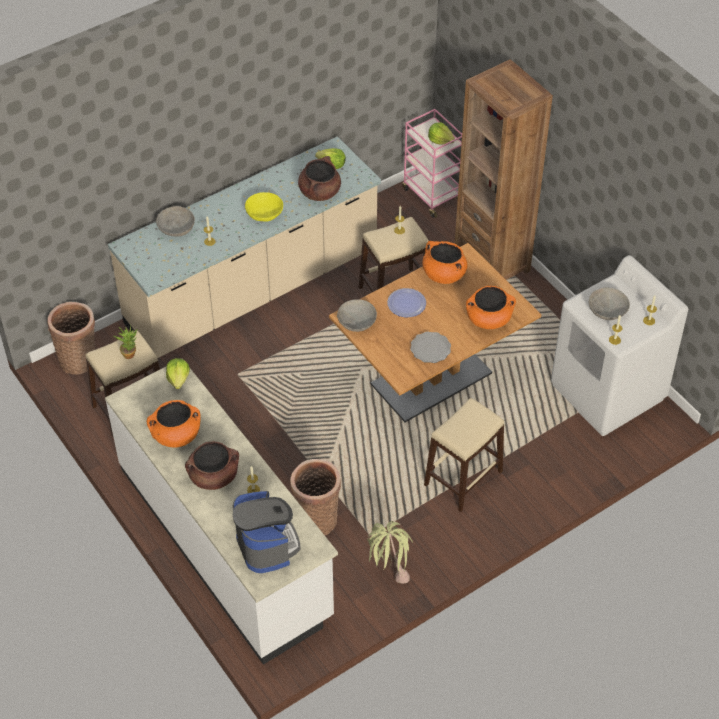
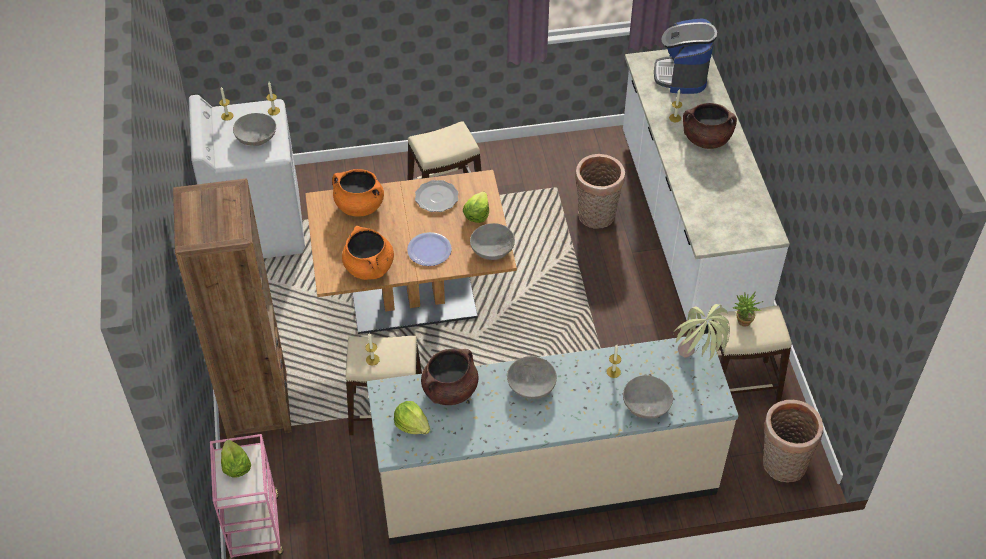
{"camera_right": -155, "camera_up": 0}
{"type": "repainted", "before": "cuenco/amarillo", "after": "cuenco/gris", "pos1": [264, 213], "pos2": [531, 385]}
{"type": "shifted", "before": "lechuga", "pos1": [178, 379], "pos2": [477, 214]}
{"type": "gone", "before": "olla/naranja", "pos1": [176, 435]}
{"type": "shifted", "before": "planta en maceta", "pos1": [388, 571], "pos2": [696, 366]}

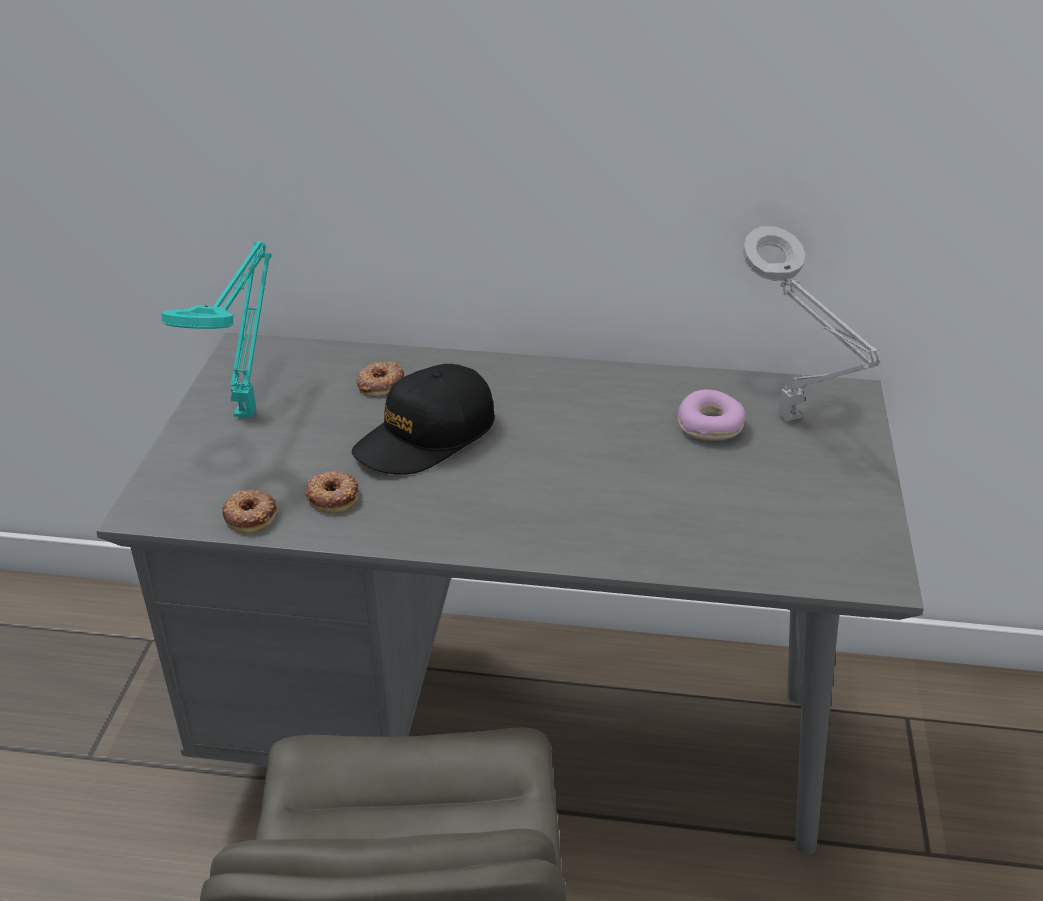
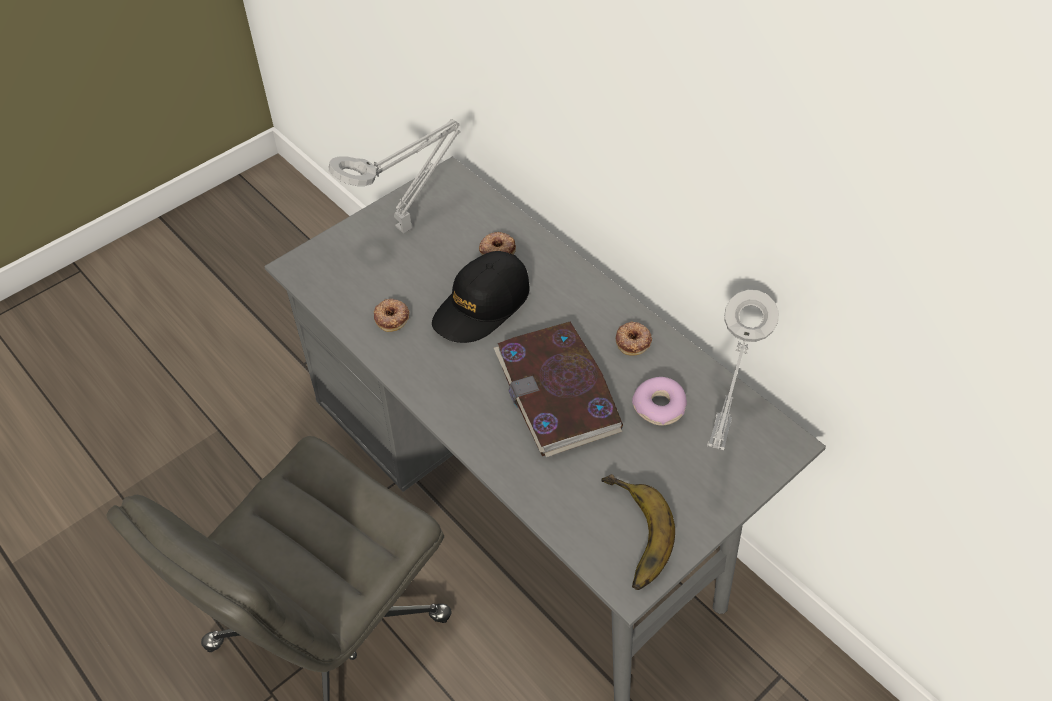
{"camera_right": 40, "camera_up": 15}
{"type": "repainted", "before": "lámpara de mesa/turquesa", "after": "lámpara de mesa/gris", "pos1": [247, 411], "pos2": [407, 226]}
{"type": "rotated", "before": "gorra/negro", "pos1": [426, 437], "pos2": [482, 306], "turn": -45}
{"type": "shifted", "before": "rosquilla", "pos1": [250, 515], "pos2": [633, 341]}
{"type": "new", "after": "libro", "pos2": [558, 392]}
{"type": "new", "after": "plátano", "pos2": [628, 535]}

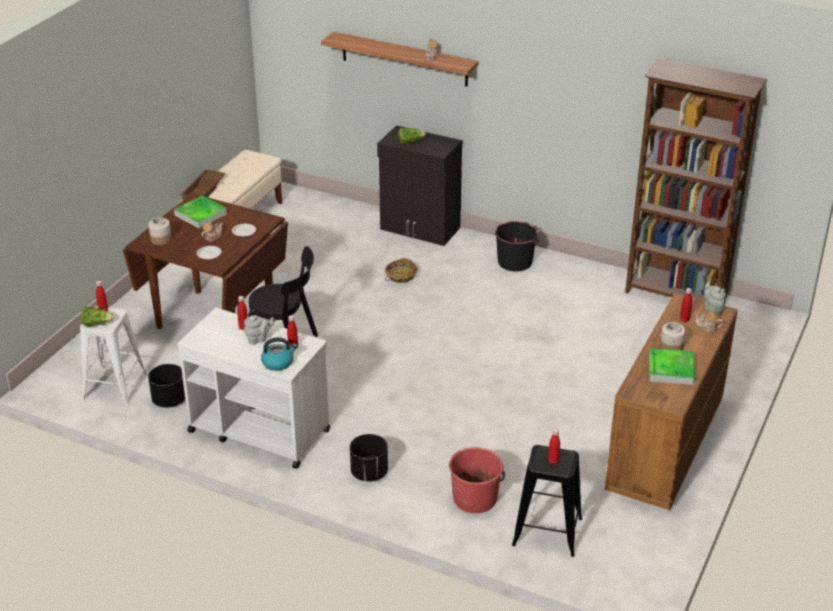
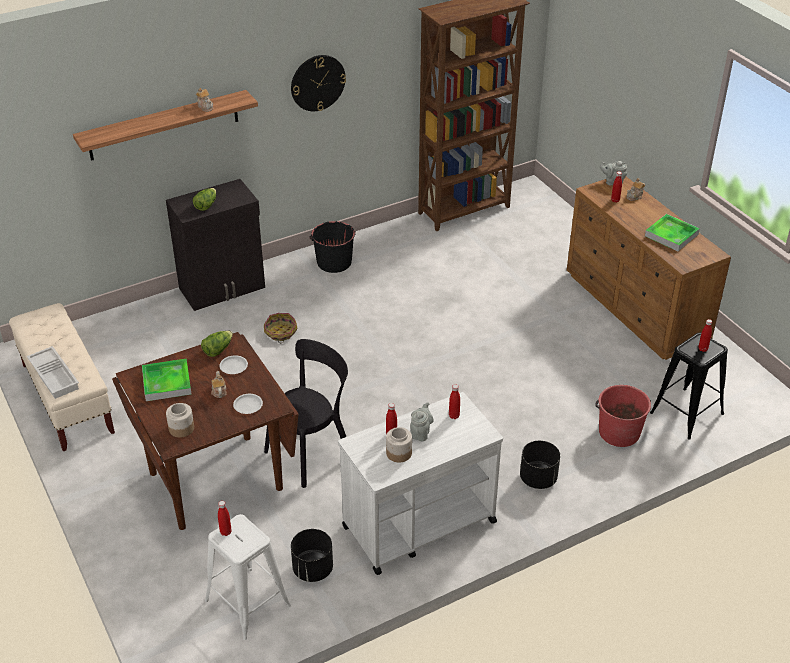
{"camera_right": -55, "camera_up": 5}
{"type": "repainted", "before": "bandeja/marrón", "after": "bandeja/blanco", "pos1": [204, 190], "pos2": [55, 376]}
{"type": "shifted", "before": "lechuga", "pos1": [97, 324], "pos2": [218, 349]}
{"type": "shifted", "before": "tarro", "pos1": [671, 347], "pos2": [399, 453]}
{"type": "gone", "before": "hervidor", "pos1": [278, 362]}
{"type": "new", "after": "reloj de pared", "pos2": [317, 83]}

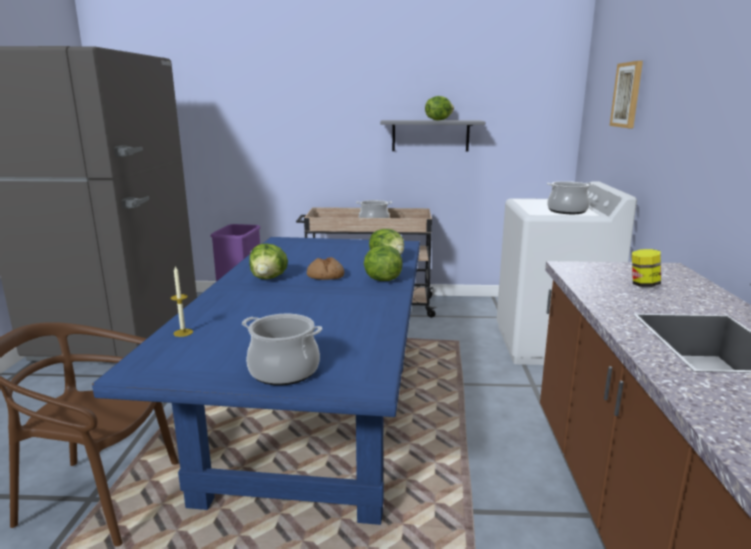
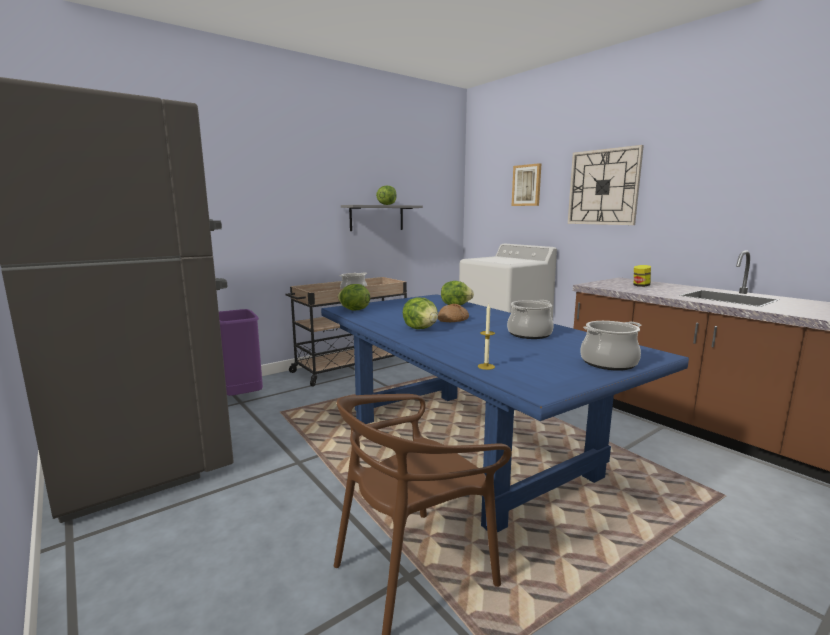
{"camera_right": -40, "camera_up": -5}
{"type": "shifted", "before": "olla", "pos1": [567, 211], "pos2": [529, 334]}
{"type": "shifted", "before": "lechuga", "pos1": [382, 280], "pos2": [354, 310]}
{"type": "new", "after": "reloj de pared", "pos2": [603, 187]}

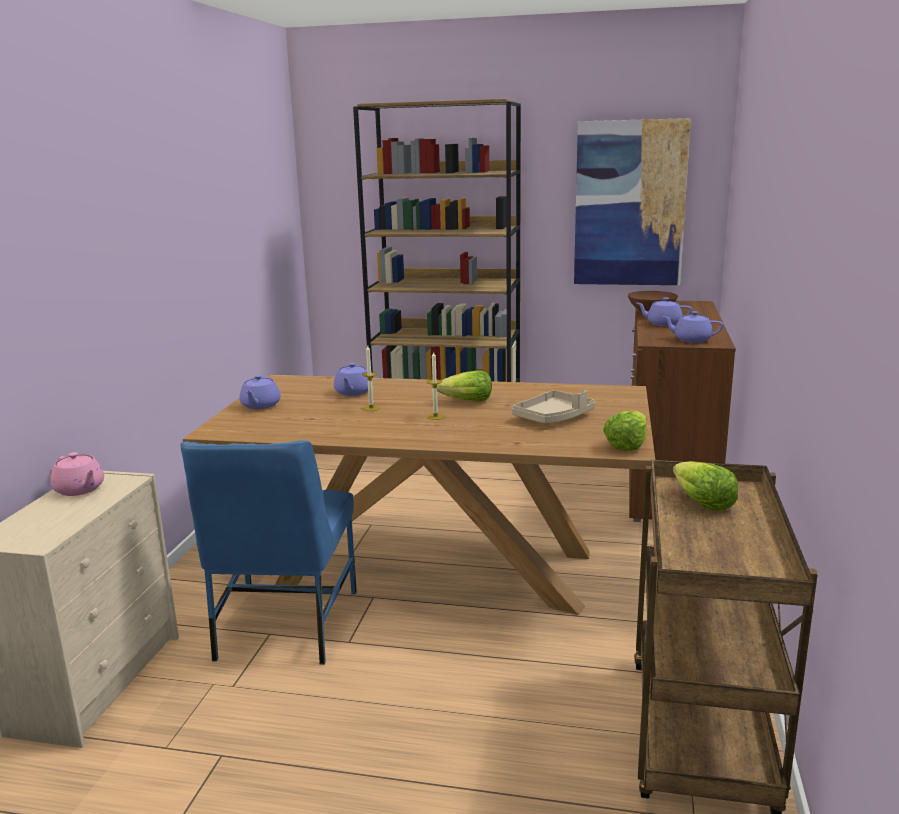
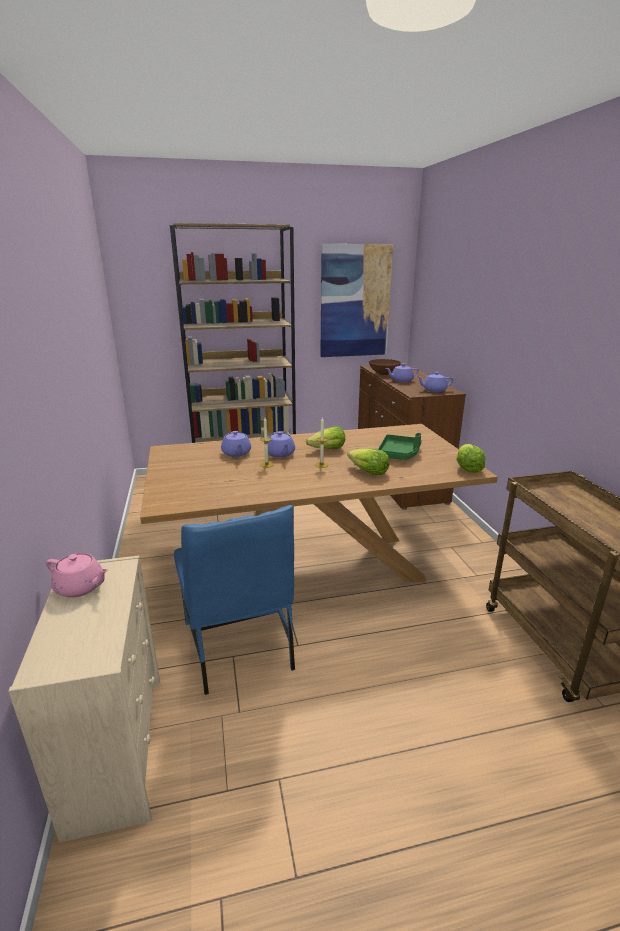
{"camera_right": -25, "camera_up": 5}
{"type": "shifted", "before": "tetera/morado", "pos1": [260, 406], "pos2": [280, 454]}
{"type": "repainted", "before": "bandeja/beis", "after": "bandeja/verde", "pos1": [554, 417], "pos2": [399, 454]}
{"type": "shifted", "before": "lechuga", "pos1": [701, 502], "pos2": [368, 472]}

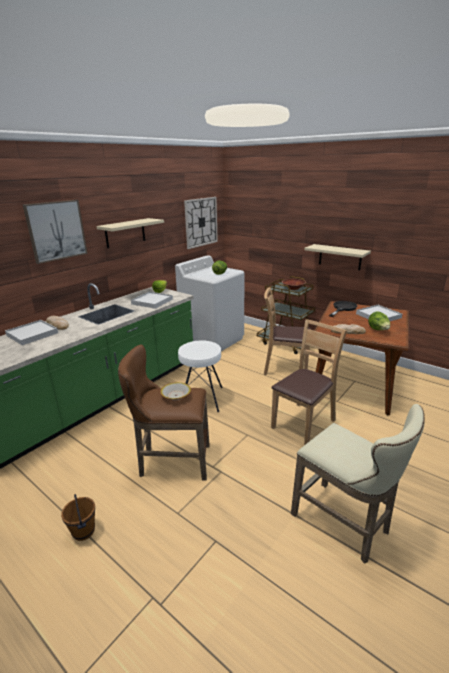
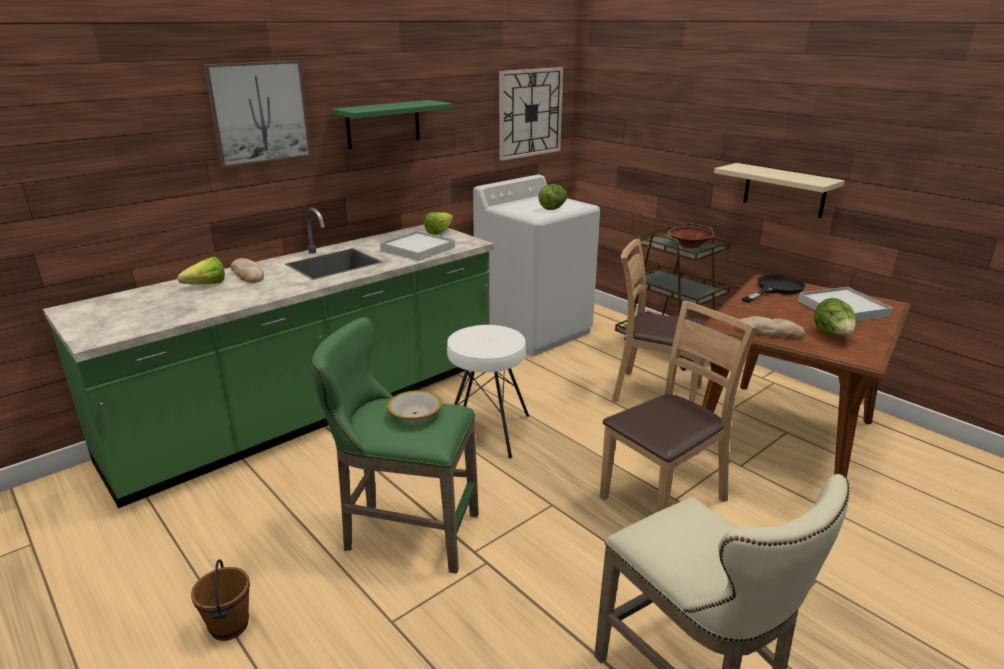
{"camera_right": 10, "camera_up": 0}
{"type": "repainted", "before": "estante/beis", "after": "estante/verde", "pos1": [125, 233], "pos2": [383, 124]}
{"type": "swapped", "before": "bandeja/blanco", "after": "lechuga", "pos1": [32, 334], "pos2": [202, 286]}
{"type": "repainted", "before": "taburete/marrón", "after": "taburete/verde", "pos1": [171, 461], "pos2": [404, 533]}

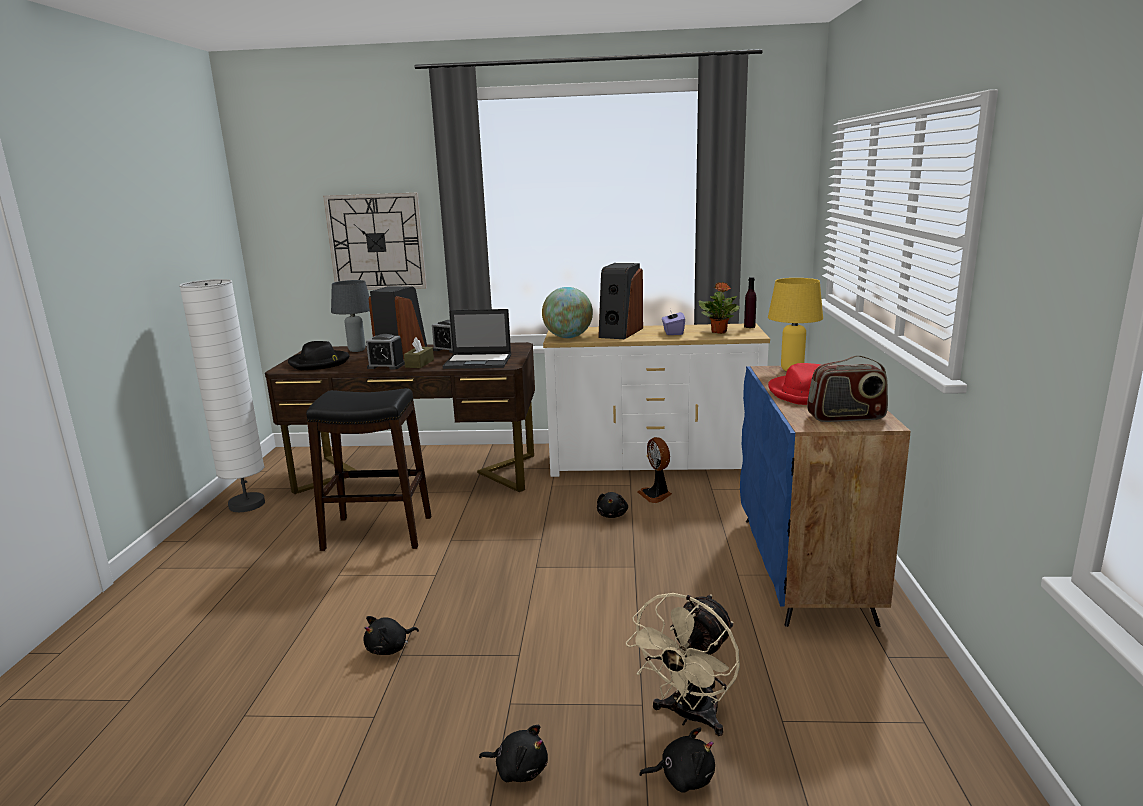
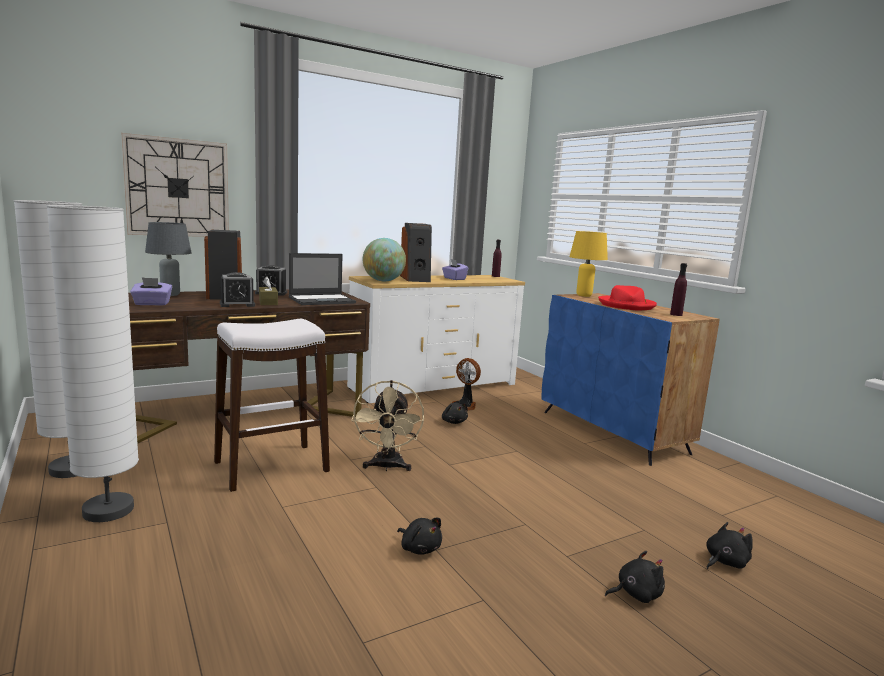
{"camera_right": -35, "camera_up": -5}
{"type": "gone", "before": "planta en maceta", "pos1": [719, 332]}
{"type": "swapped", "before": "sombrero/negro", "after": "caja de pañuelos/morado", "pos1": [319, 363], "pos2": [152, 304]}
{"type": "swapped", "before": "radio", "after": "botella/morado", "pos1": [846, 417], "pos2": [676, 314]}
{"type": "repainted", "before": "taburete/negro", "after": "taburete/blanco", "pos1": [377, 533], "pos2": [271, 467]}
{"type": "shifted", "before": "ventilador/beis", "pos1": [689, 716], "pos2": [387, 467]}
{"type": "rotated", "before": "peluche/negro", "pos1": [389, 648], "pos2": [419, 548], "turn": -60}
{"type": "new", "after": "lámpara de pie/blanco", "pos2": [108, 510]}

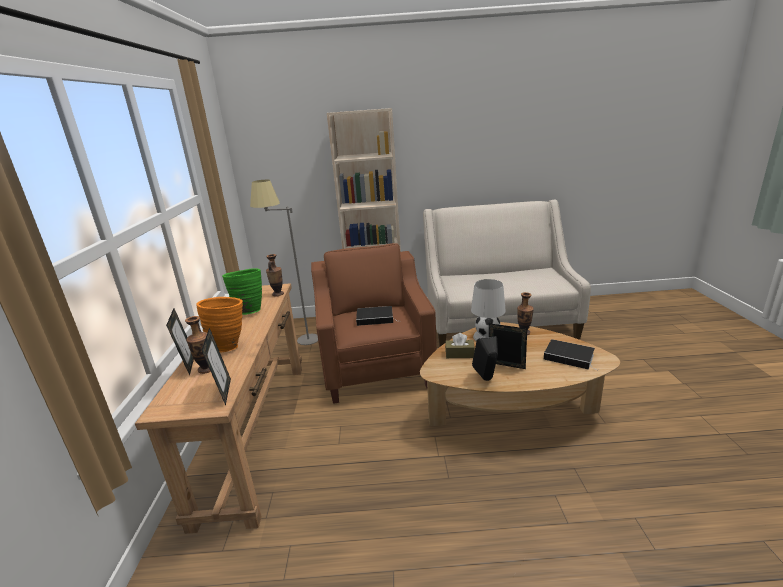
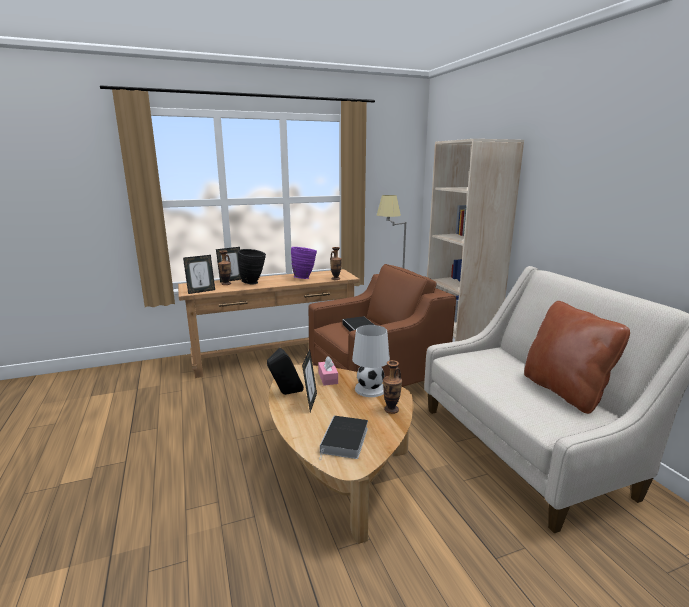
{"camera_right": 70, "camera_up": -5}
{"type": "repainted", "before": "florero/verde", "after": "florero/morado", "pos1": [249, 311], "pos2": [304, 278]}
{"type": "repainted", "before": "florero/naranja", "after": "florero/negro", "pos1": [230, 346], "pos2": [254, 283]}
{"type": "repainted", "before": "caja de pañuelos/marrón", "after": "caja de pañuelos/rosa", "pos1": [459, 354], "pos2": [328, 378]}
{"type": "new", "after": "cojín/marrón", "pos2": [564, 391]}

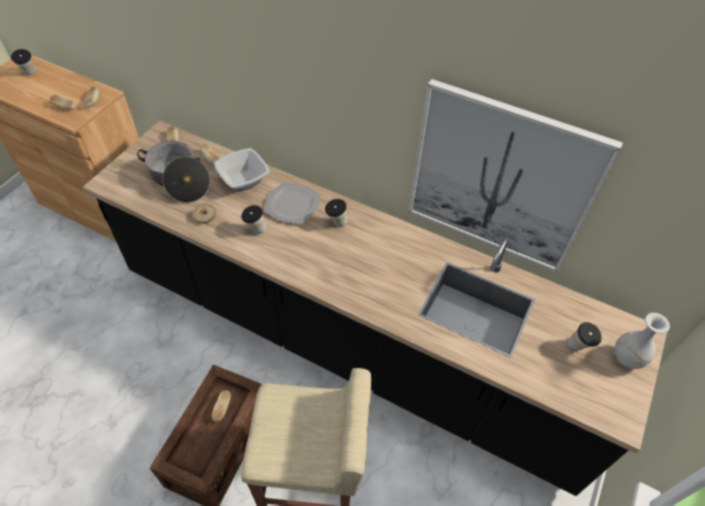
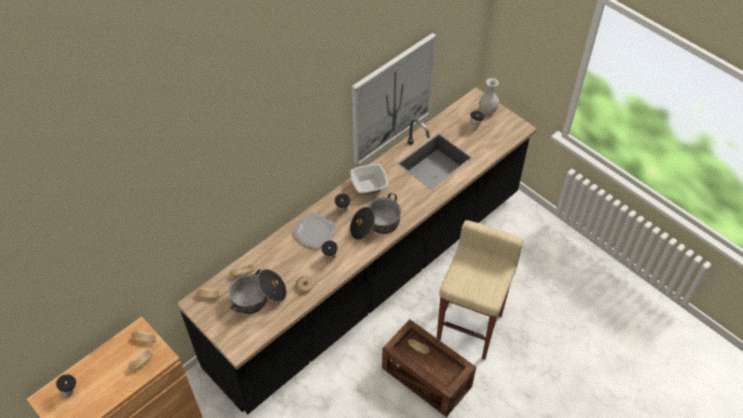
{"camera_right": -70, "camera_up": 0}
{"type": "shifted", "before": "cuenco", "pos1": [244, 180], "pos2": [368, 186]}
{"type": "new", "after": "olla", "pos2": [375, 225]}

